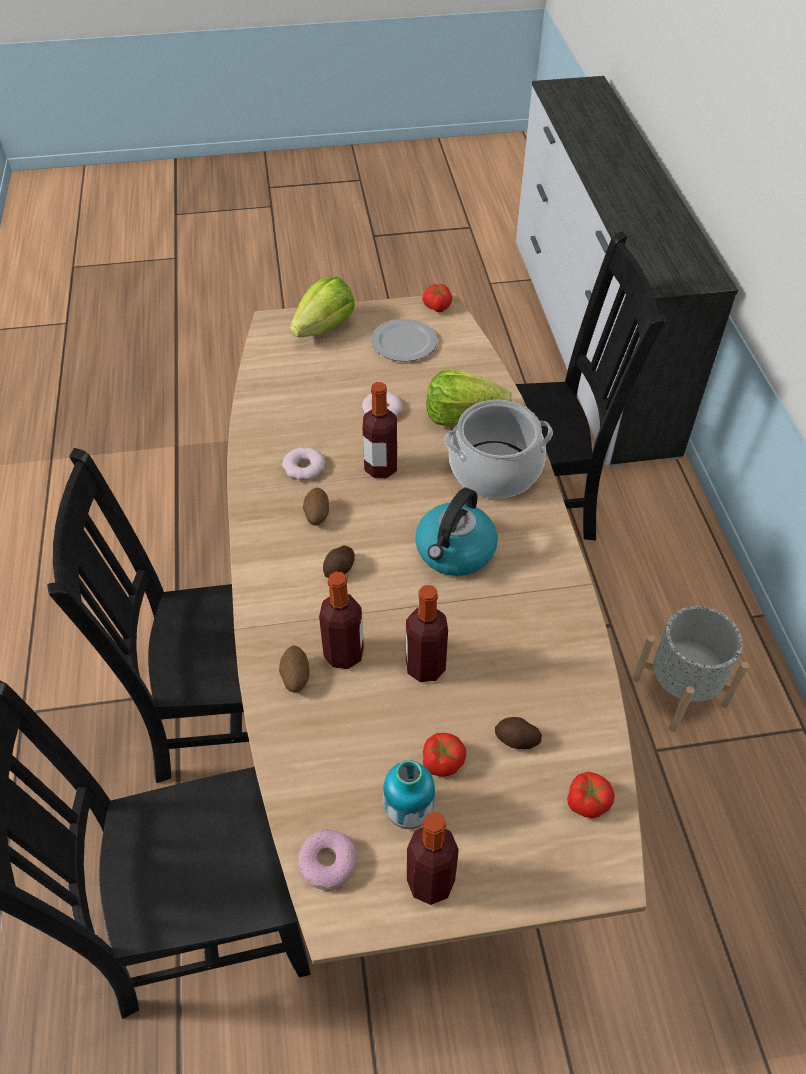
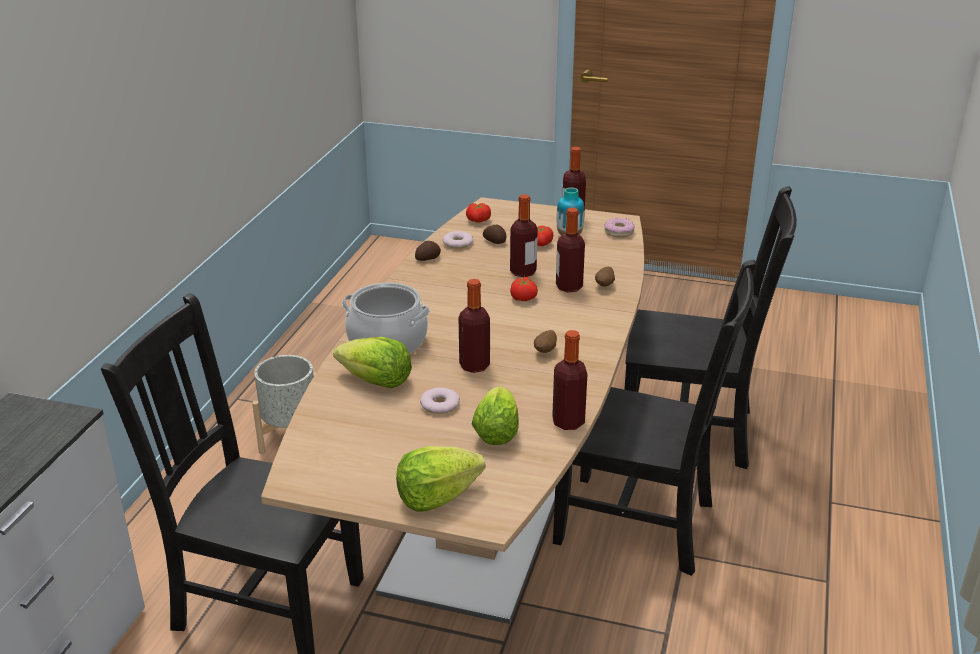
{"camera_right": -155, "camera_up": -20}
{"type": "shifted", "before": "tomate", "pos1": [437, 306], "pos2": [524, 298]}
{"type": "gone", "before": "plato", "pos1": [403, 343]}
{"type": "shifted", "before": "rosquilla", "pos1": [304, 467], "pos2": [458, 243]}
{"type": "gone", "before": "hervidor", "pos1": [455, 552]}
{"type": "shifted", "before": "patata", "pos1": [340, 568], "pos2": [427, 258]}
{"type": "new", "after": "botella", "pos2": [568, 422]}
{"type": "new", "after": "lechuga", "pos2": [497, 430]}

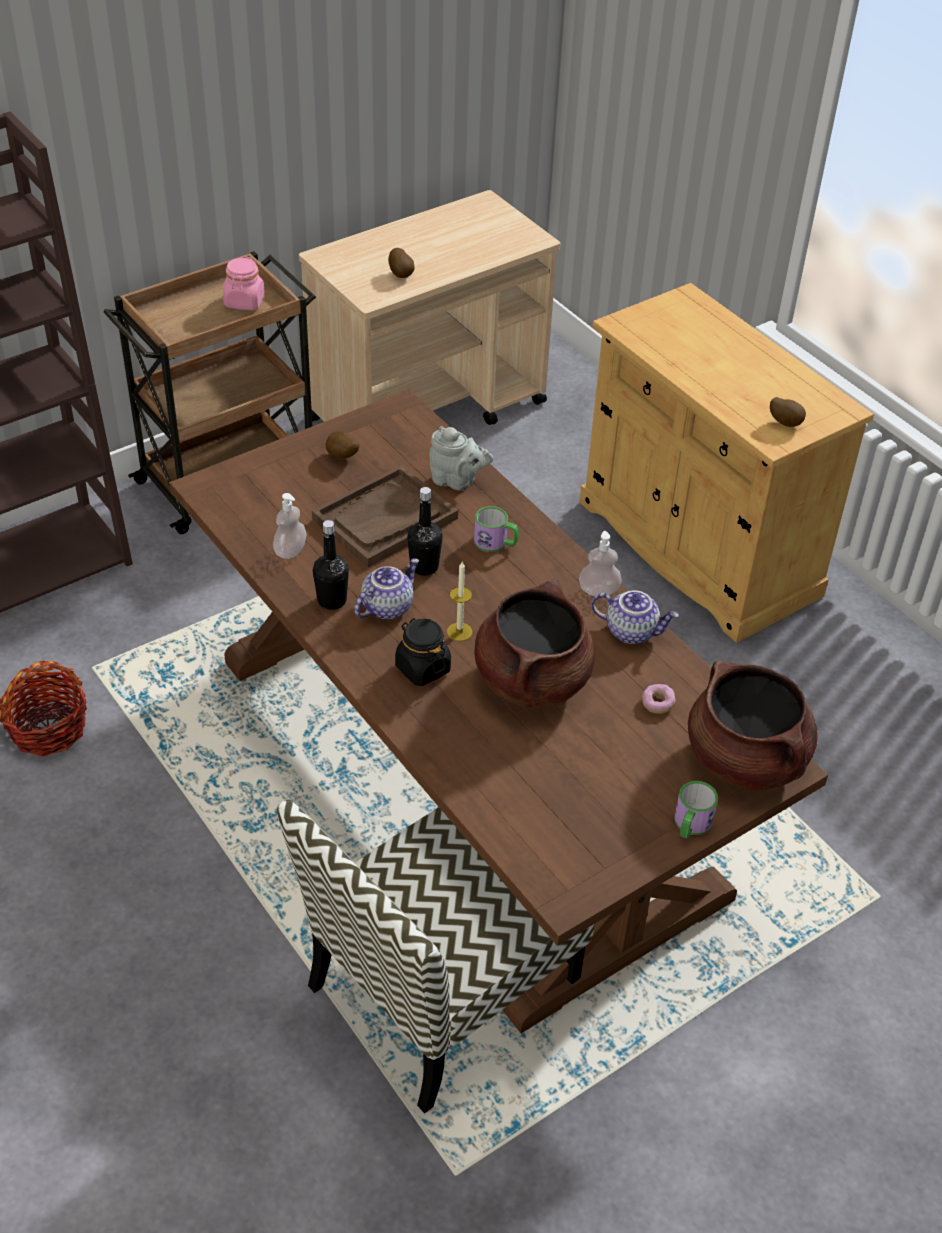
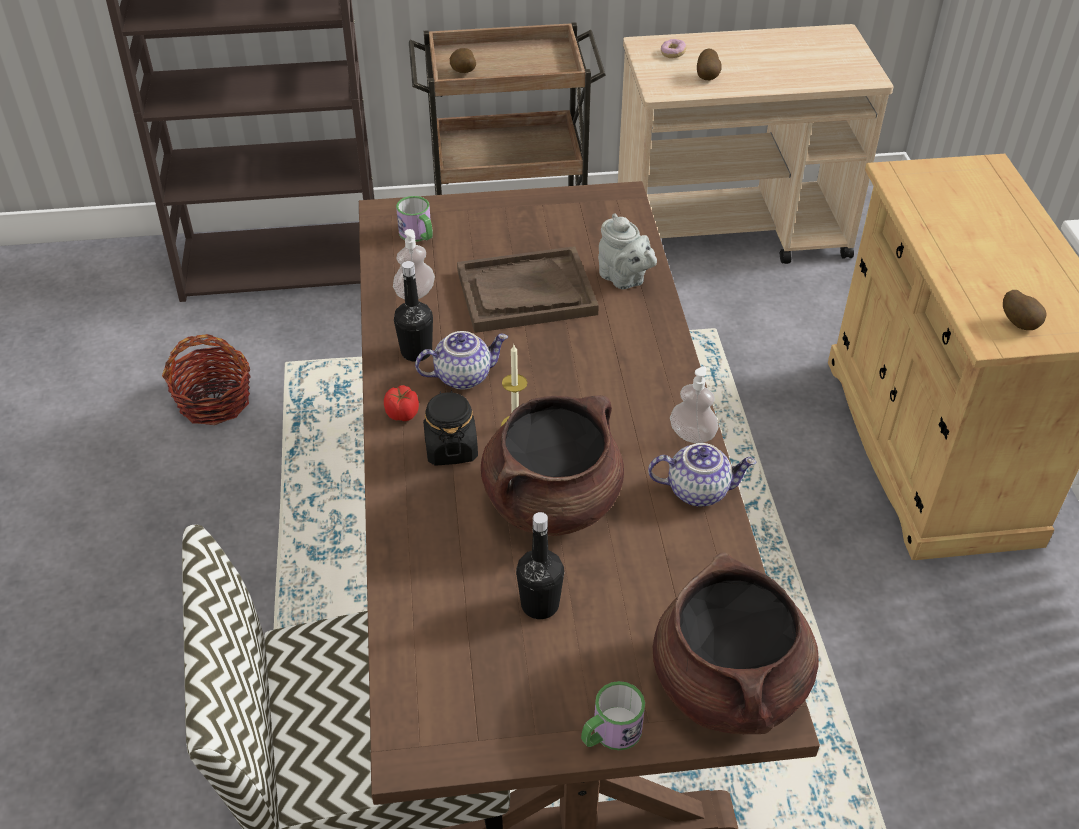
{"camera_right": 30, "camera_up": 0}
{"type": "gone", "before": "tarro/rosa", "pos1": [244, 302]}
{"type": "shifted", "before": "patata", "pos1": [342, 457], "pos2": [463, 73]}
{"type": "shifted", "before": "botella/negro", "pos1": [424, 566], "pos2": [540, 605]}
{"type": "shifted", "before": "taza grande", "pos1": [496, 543], "pos2": [418, 235]}
{"type": "rotated", "before": "tetera", "pos1": [632, 631], "pos2": [698, 490], "turn": -45}
{"type": "shifted", "before": "rosquilla", "pos1": [657, 704], "pos2": [673, 54]}
{"type": "new", "after": "tomate", "pos2": [403, 414]}

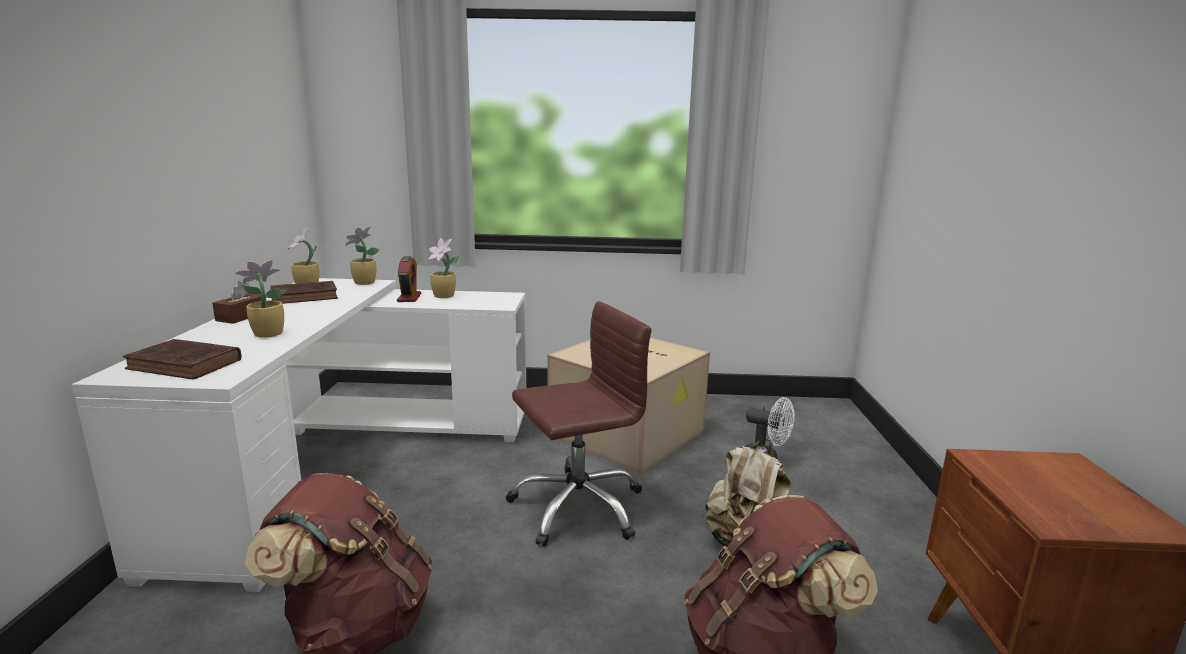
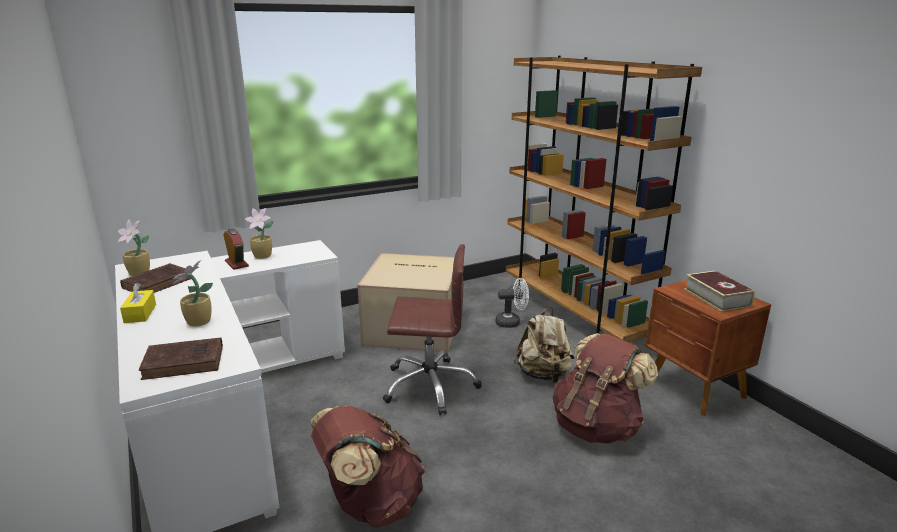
{"camera_right": -30, "camera_up": 5}
{"type": "gone", "before": "planta en maceta", "pos1": [363, 283]}
{"type": "repainted", "before": "caja de pañuelos/marrón", "after": "caja de pañuelos/amarillo", "pos1": [242, 316], "pos2": [140, 313]}
{"type": "rotated", "before": "silla de oficina/marrón", "pos1": [577, 506], "pos2": [430, 385], "turn": 60}
{"type": "new", "after": "estantería/marrón", "pos2": [574, 315]}
{"type": "new", "after": "libro", "pos2": [716, 298]}

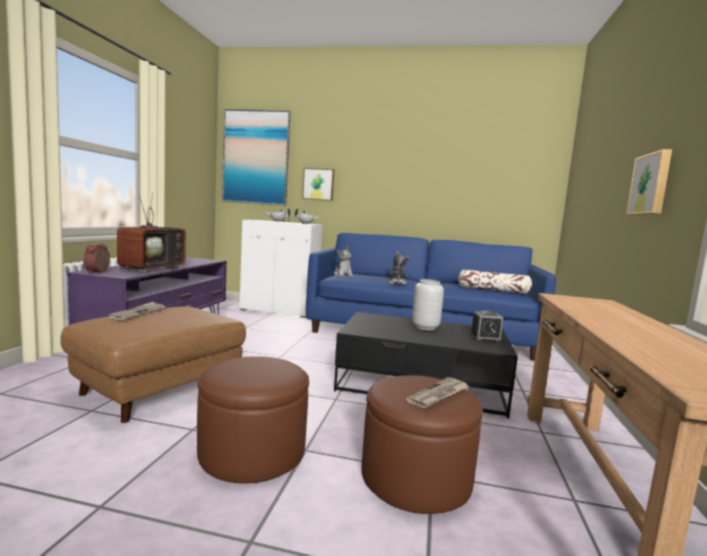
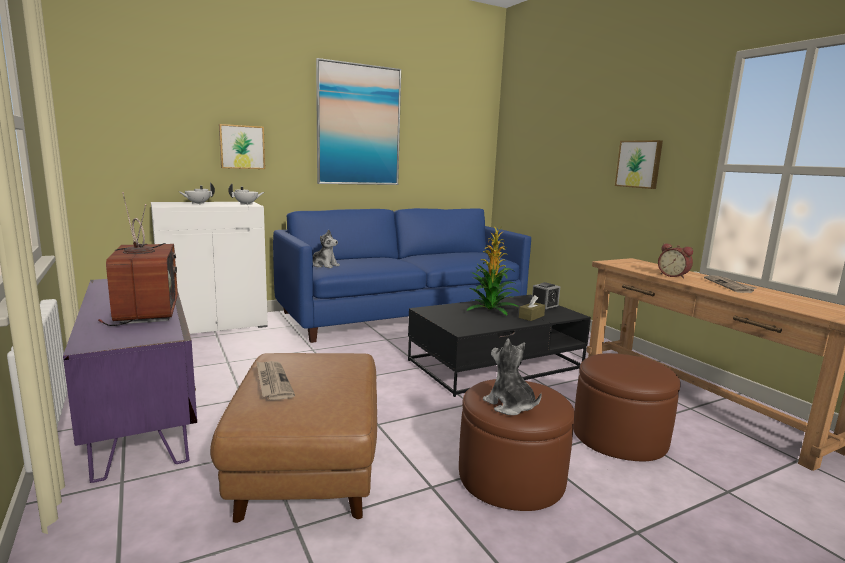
{"camera_right": -40, "camera_up": 5}
{"type": "shifted", "before": "cuadro", "pos1": [256, 157], "pos2": [359, 125]}
{"type": "shifted", "before": "despertador", "pos1": [98, 272], "pos2": [673, 276]}
{"type": "shifted", "before": "peluche", "pos1": [396, 283], "pos2": [510, 405]}
{"type": "gone", "before": "cojín", "pos1": [493, 290]}
{"type": "swapped", "before": "florero/gris", "after": "planta en maceta", "pos1": [424, 327], "pos2": [491, 309]}
{"type": "shifted", "before": "periódico", "pos1": [439, 395], "pos2": [729, 285]}
{"type": "new", "after": "caja de pañuelos/marrón", "pos2": [531, 316]}

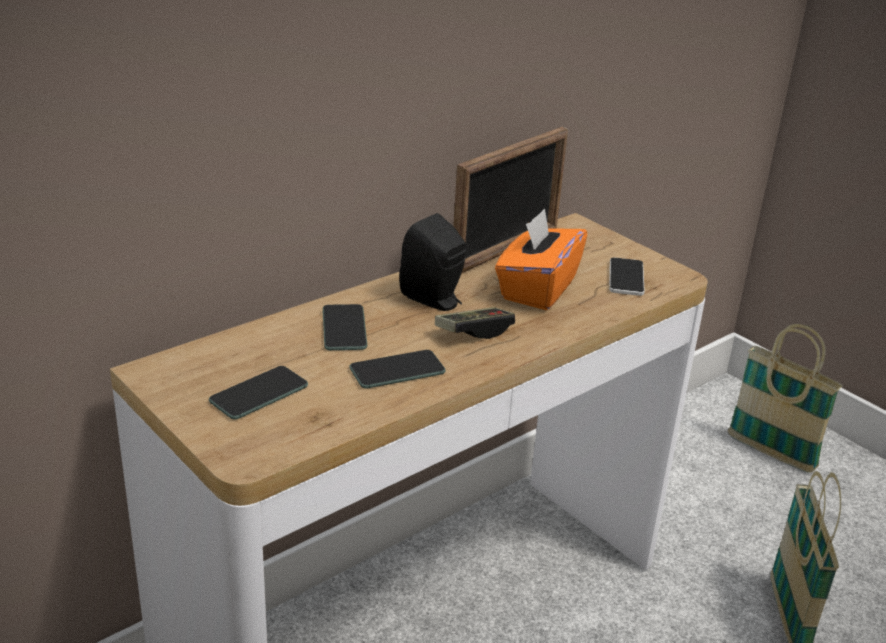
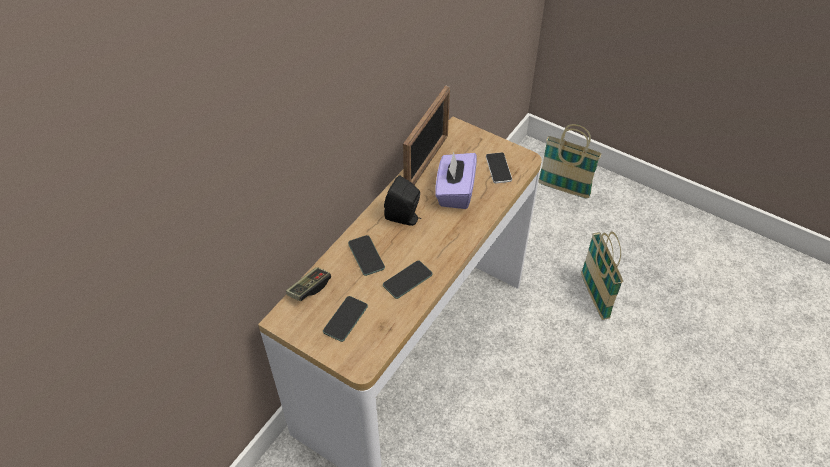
{"camera_right": -15, "camera_up": 20}
{"type": "repainted", "before": "caja de pañuelos/naranja", "after": "caja de pañuelos/morado", "pos1": [537, 289], "pos2": [455, 192]}
{"type": "shifted", "before": "mando de consola", "pos1": [474, 332], "pos2": [309, 288]}

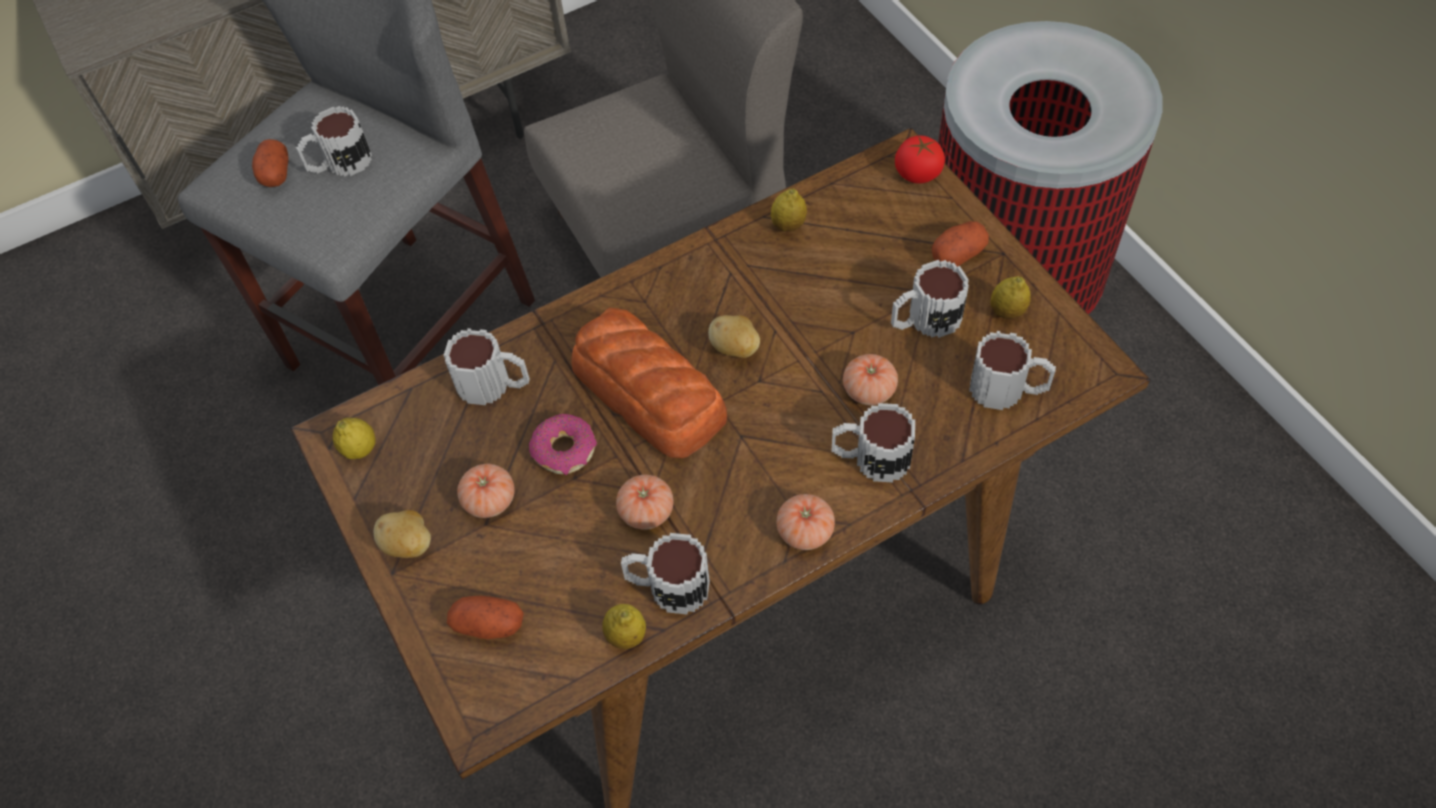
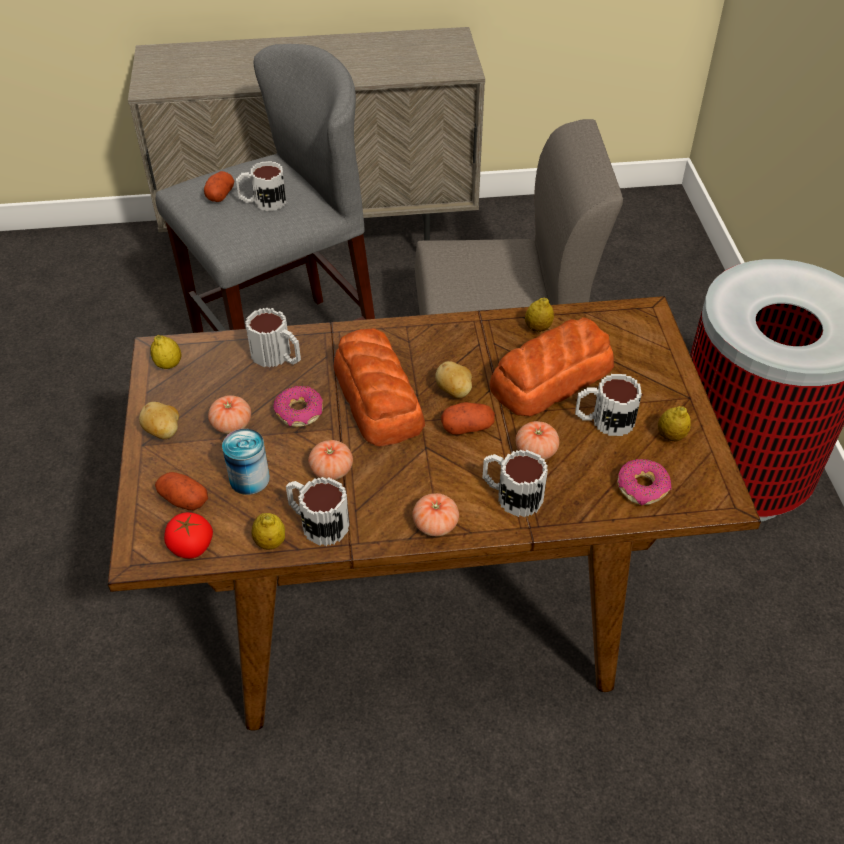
{"camera_right": 20, "camera_up": -10}
{"type": "shifted", "before": "tomate", "pos1": [917, 173], "pos2": [191, 547]}
{"type": "shifted", "before": "patata", "pos1": [958, 254], "pos2": [467, 427]}
{"type": "swapped", "before": "taza grande", "after": "rosquilla", "pos1": [1008, 389], "pos2": [642, 487]}
{"type": "new", "after": "pan", "pos2": [549, 378]}
{"type": "new", "after": "lata", "pos2": [249, 479]}

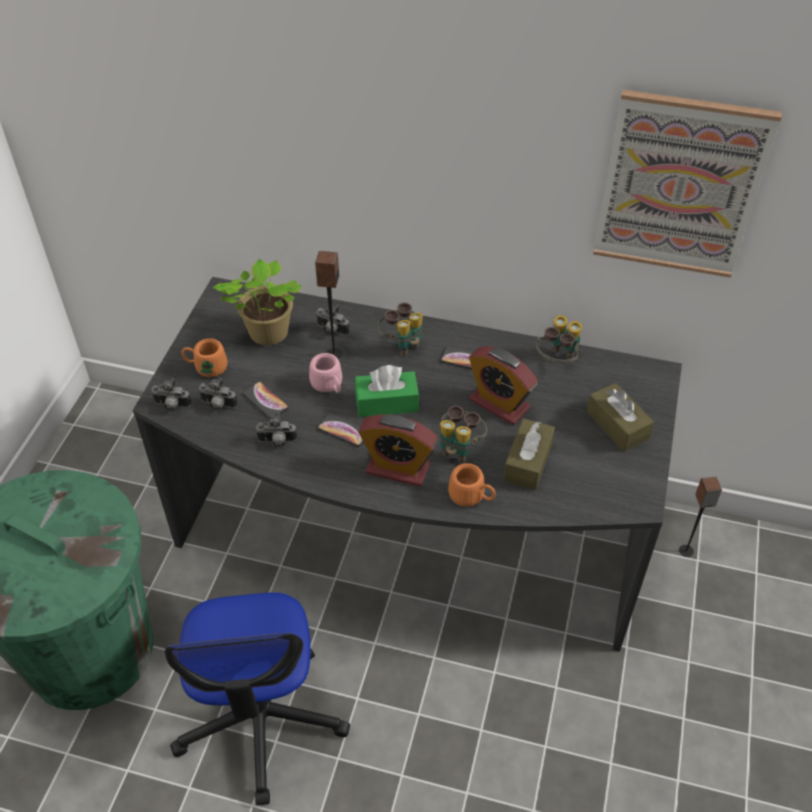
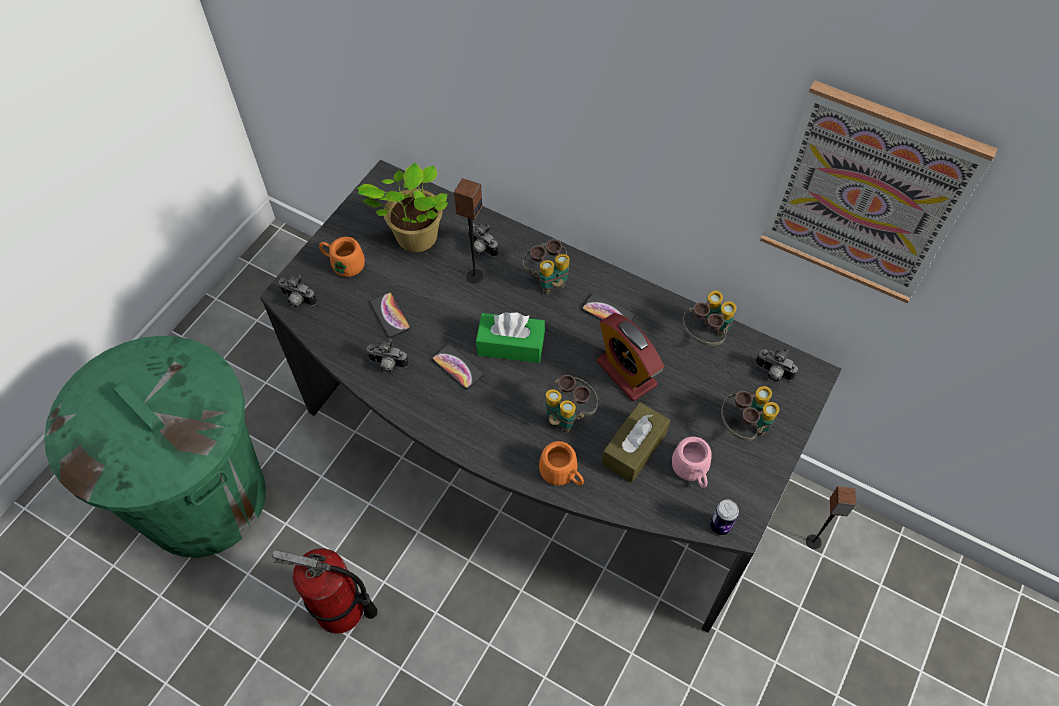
{"camera_right": 15, "camera_up": 10}
{"type": "shifted", "before": "taza grande/rosa", "pos1": [329, 386], "pos2": [692, 471]}
{"type": "shifted", "before": "cámara", "pos1": [218, 405], "pos2": [772, 373]}
{"type": "swapped", "before": "caja de pañuelos/marrón", "after": "prismáticos", "pos1": [617, 425], "pos2": [744, 427]}
{"type": "gone", "before": "despertador", "pos1": [398, 468]}
{"type": "swapped", "before": "silla de oficina", "after": "extintor", "pos1": [261, 720], "pos2": [340, 611]}
{"type": "new", "after": "lata", "pos2": [720, 526]}

